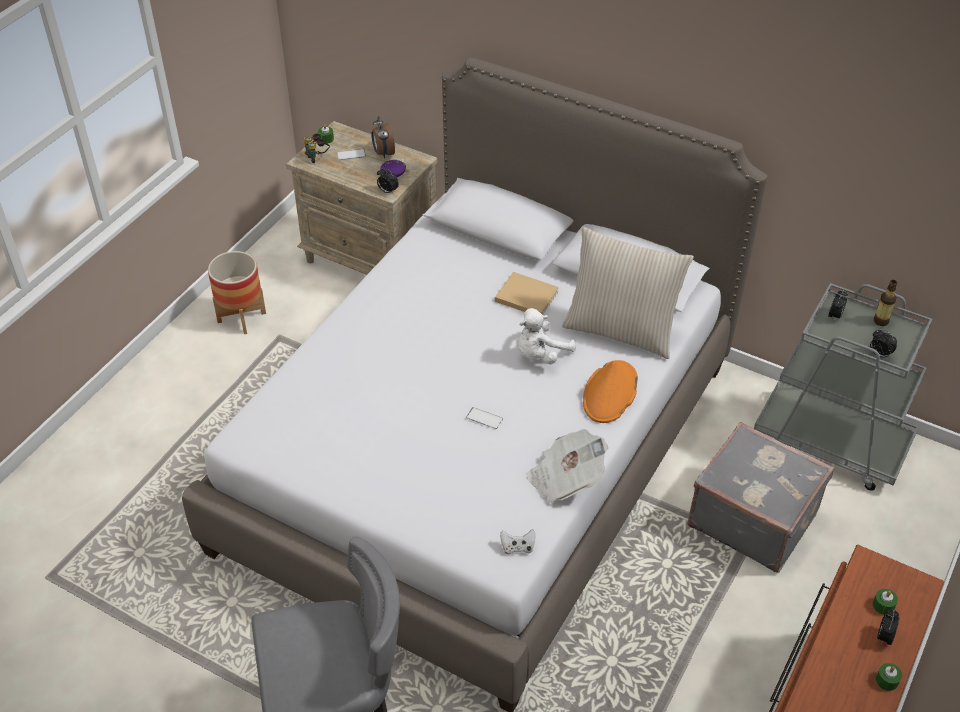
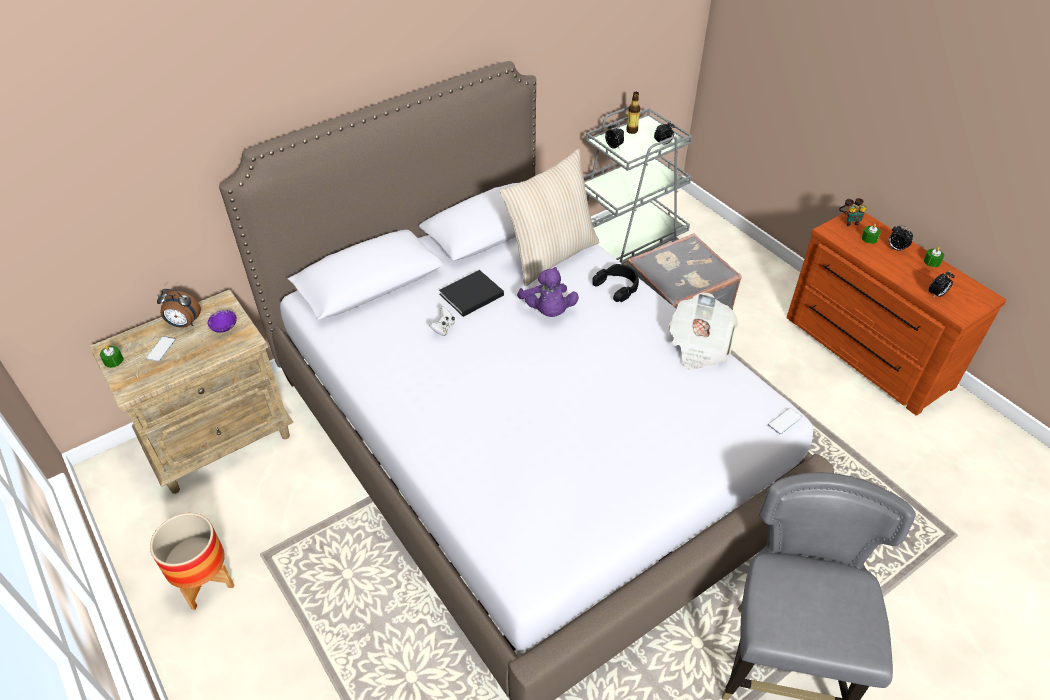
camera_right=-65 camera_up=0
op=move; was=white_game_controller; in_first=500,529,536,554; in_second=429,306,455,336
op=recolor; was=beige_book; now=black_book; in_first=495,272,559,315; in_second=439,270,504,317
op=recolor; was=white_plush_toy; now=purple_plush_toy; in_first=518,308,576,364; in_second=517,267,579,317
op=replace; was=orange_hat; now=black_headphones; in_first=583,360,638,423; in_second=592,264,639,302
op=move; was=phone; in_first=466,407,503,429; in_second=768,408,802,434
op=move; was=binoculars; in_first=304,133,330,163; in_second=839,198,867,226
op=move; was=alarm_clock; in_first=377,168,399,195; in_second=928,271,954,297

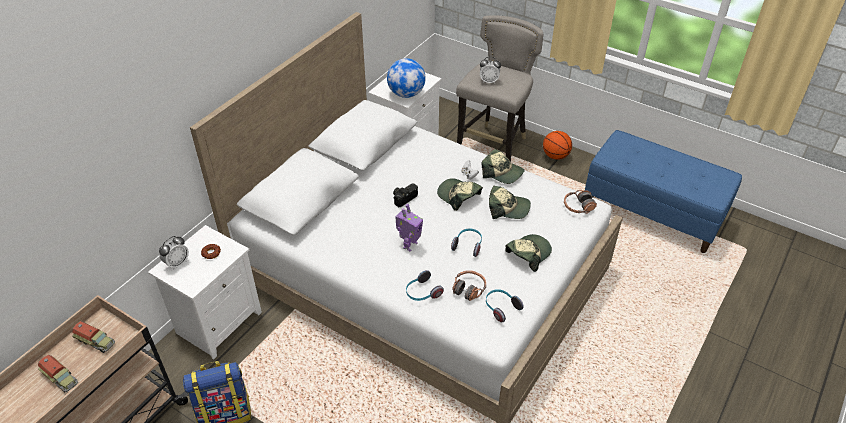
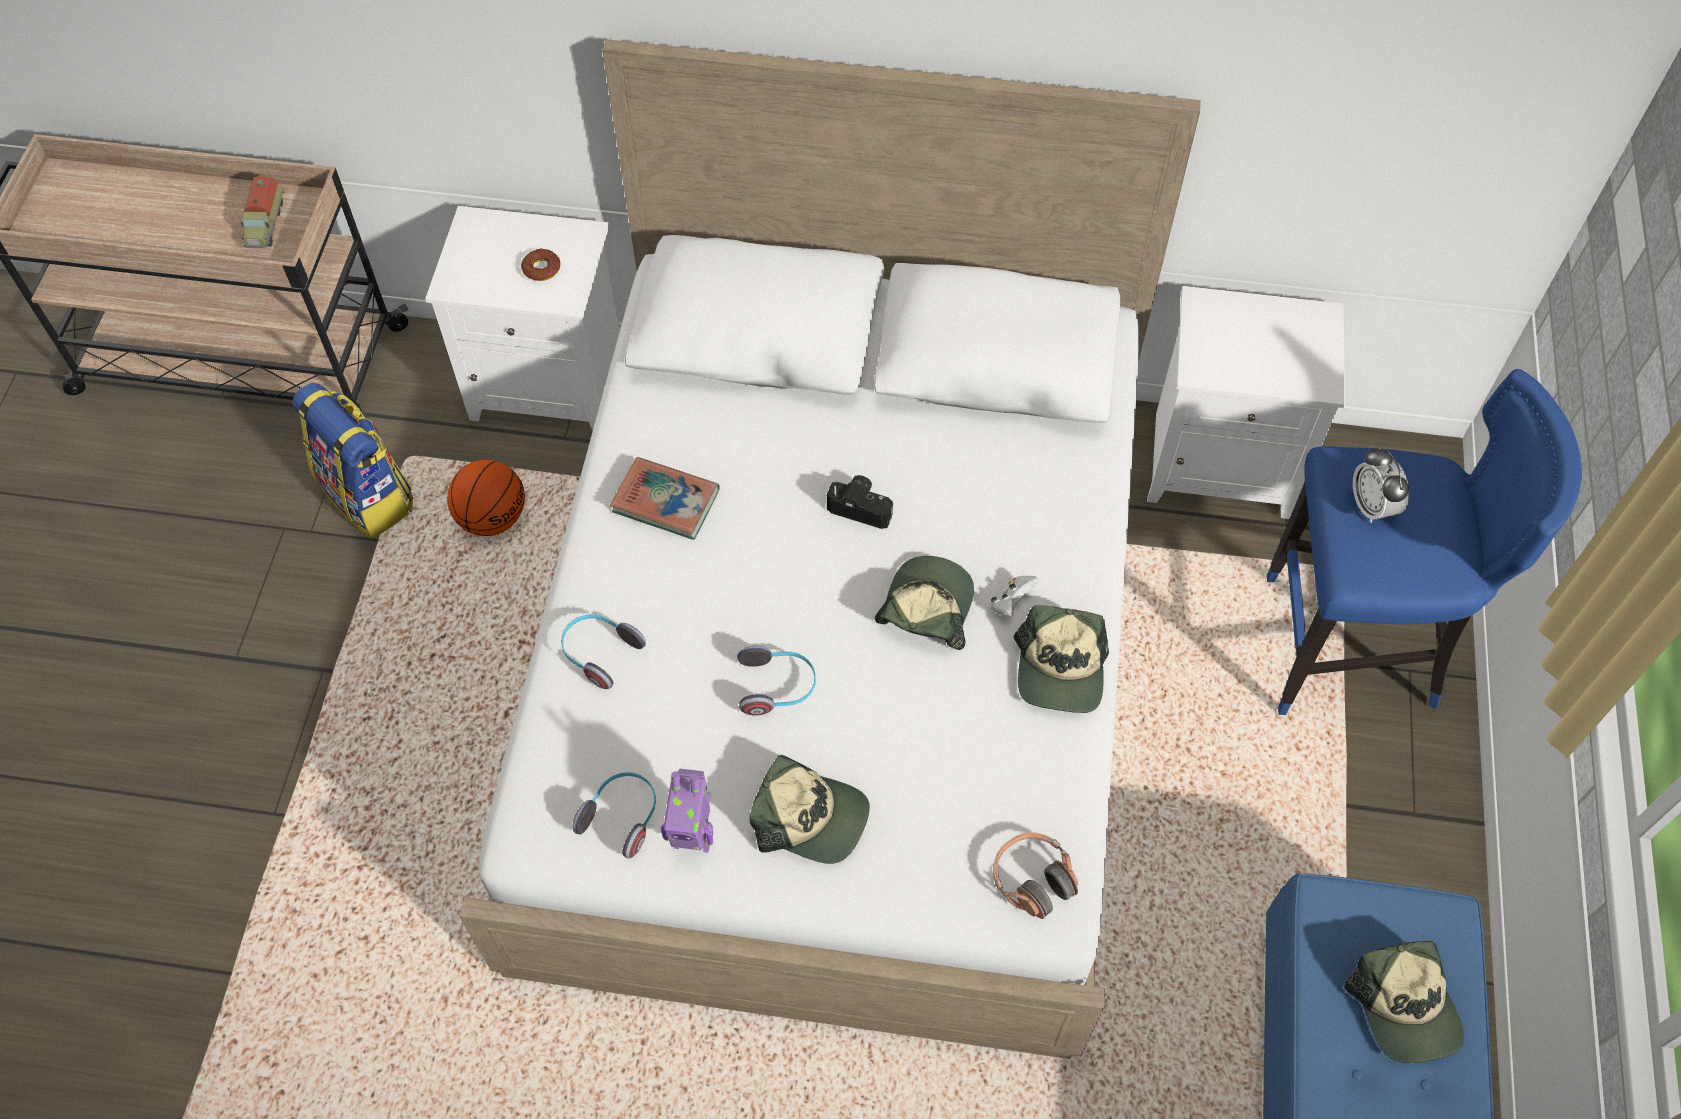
camera_right=65 camera_up=15
op=move; was=basketball; in_first=543,131,572,160; in_second=447,460,525,536
op=insert; now=book; in_second=610,457,720,540
op=move; was=toy_robot; in_first=396,204,423,251; in_second=661,769,713,853
op=recolor; was=grey_stool; now=blue_stool; in_first=456,15,543,162; in_second=1267,369,1582,715
op=move; was=cap; in_first=489,186,531,219; in_second=1344,941,1464,1063
op=delete; was=toy_truck; in_first=38,355,78,393
op=delete; was=alarm_clock; in_first=159,236,189,270
op=delete; was=globe; in_first=387,58,426,98
op=delete; was=headphones; in_first=452,270,486,301

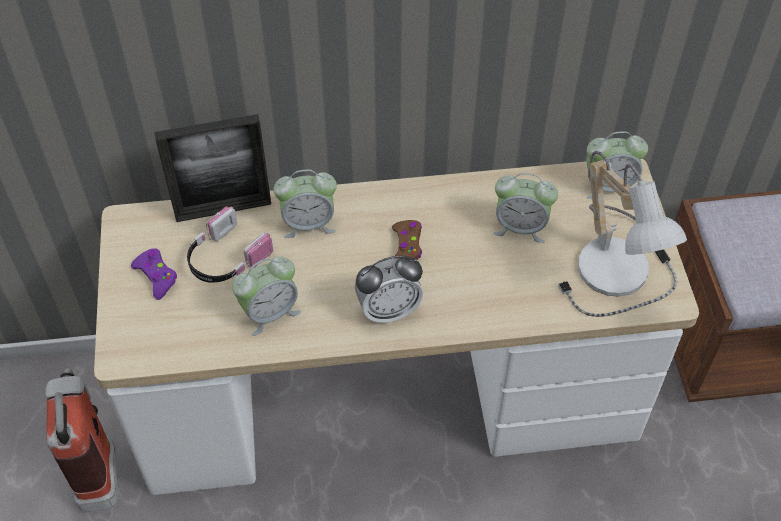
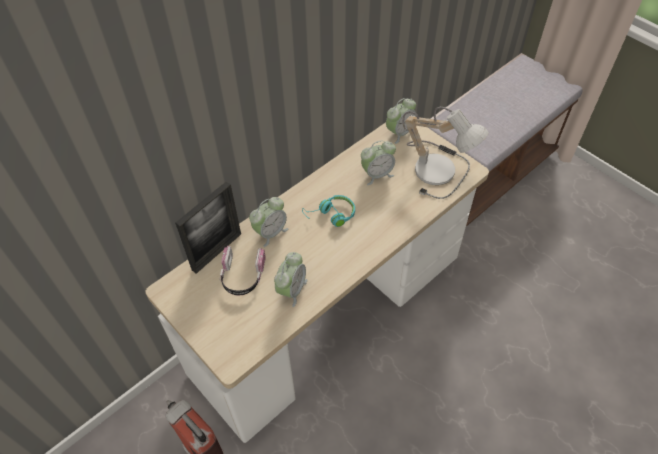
camera_right=-35 camera_up=0
op=replace; was=brown_game_controller; now=turquoise_headphones; in_first=392,220,422,260; in_second=302,195,355,227
op=delete; was=purple_game_controller; in_first=131,248,177,300
op=delete; was=alarm_clock; in_first=355,256,423,324

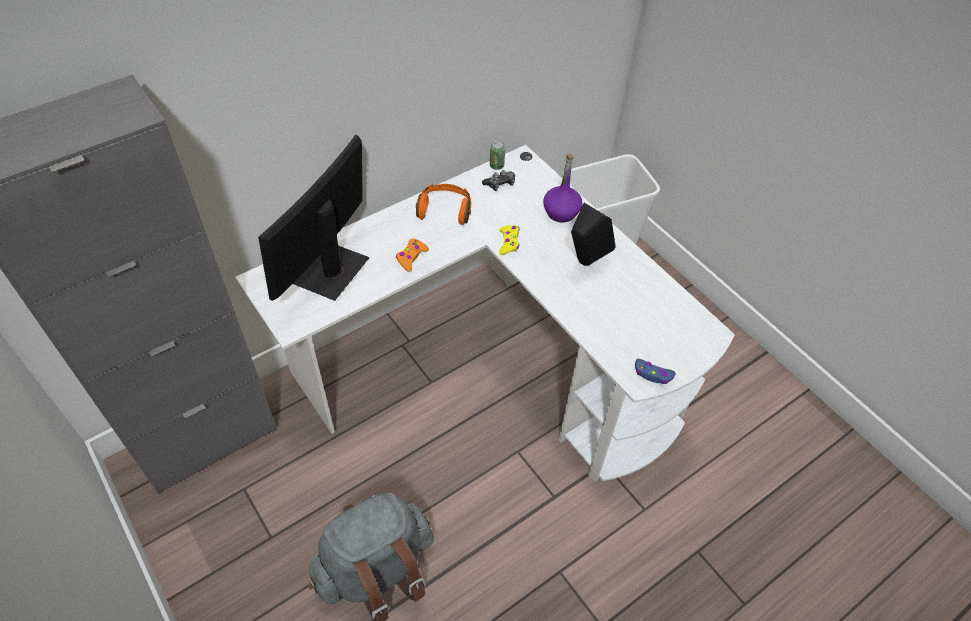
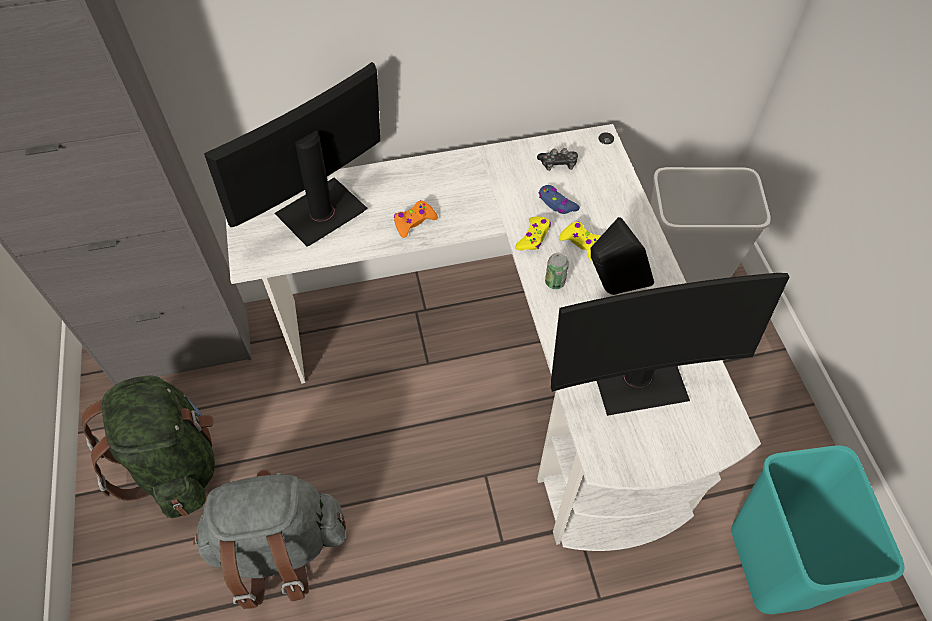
camera_right=25 camera_up=5
op=insert; now=green_backpack; in_second=82,375,215,518
op=move; was=blue_game_controller; in_first=635,359,676,384; in_second=538,185,580,214
op=move; was=can; in_first=490,141,505,170; in_second=545,253,569,289
op=insert; now=monitor; in_second=551,273,790,416
op=insert; now=yellow_game_controller; in_second=559,221,601,261
op=insert; now=turquoise_trash_can; in_second=731,445,905,614
op=delete; was=orange_headphones; in_first=416,184,471,225
op=delete; was=purple_bottle; in_first=543,153,582,222

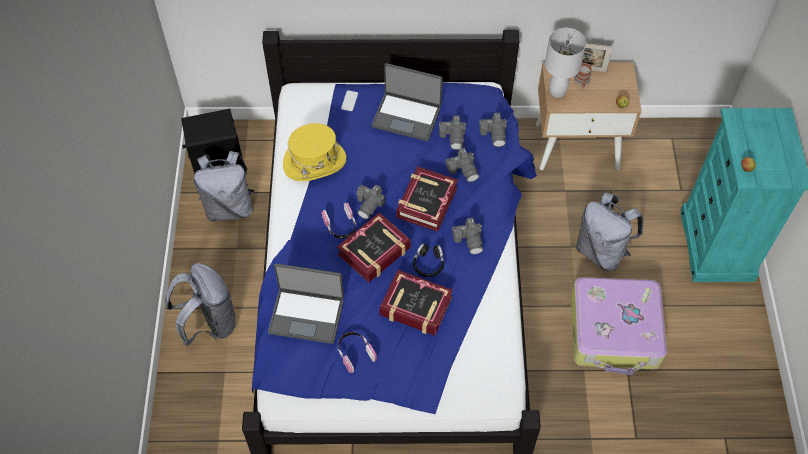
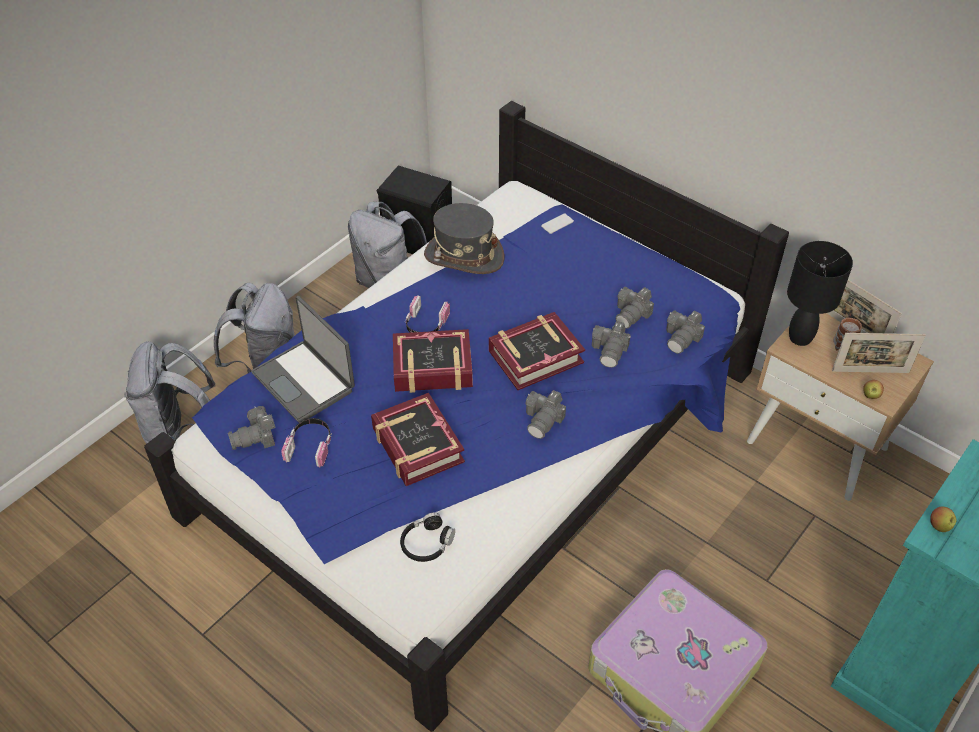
camera_right=40 camera_up=-10
op=move; was=grey_backpack; in_first=576,193,644,272; in_second=124,341,216,444
op=move; was=photo_camera; in_first=356,184,385,219; in_second=228,406,275,450
op=move; was=black_headphones; in_first=413,243,444,277; in_second=400,512,455,562
op=recolor; was=yellow_hat; now=grey_hat; in_first=283,123,346,181; in_second=424,203,505,274
op=recolor; was=white_table_lamp; now=black_table_lamp; in_first=545,28,586,98; in_second=787,241,853,346
op=insert; now=picture_frame; in_second=832,333,926,373
op=delete; was=laptop; in_first=372,63,443,141

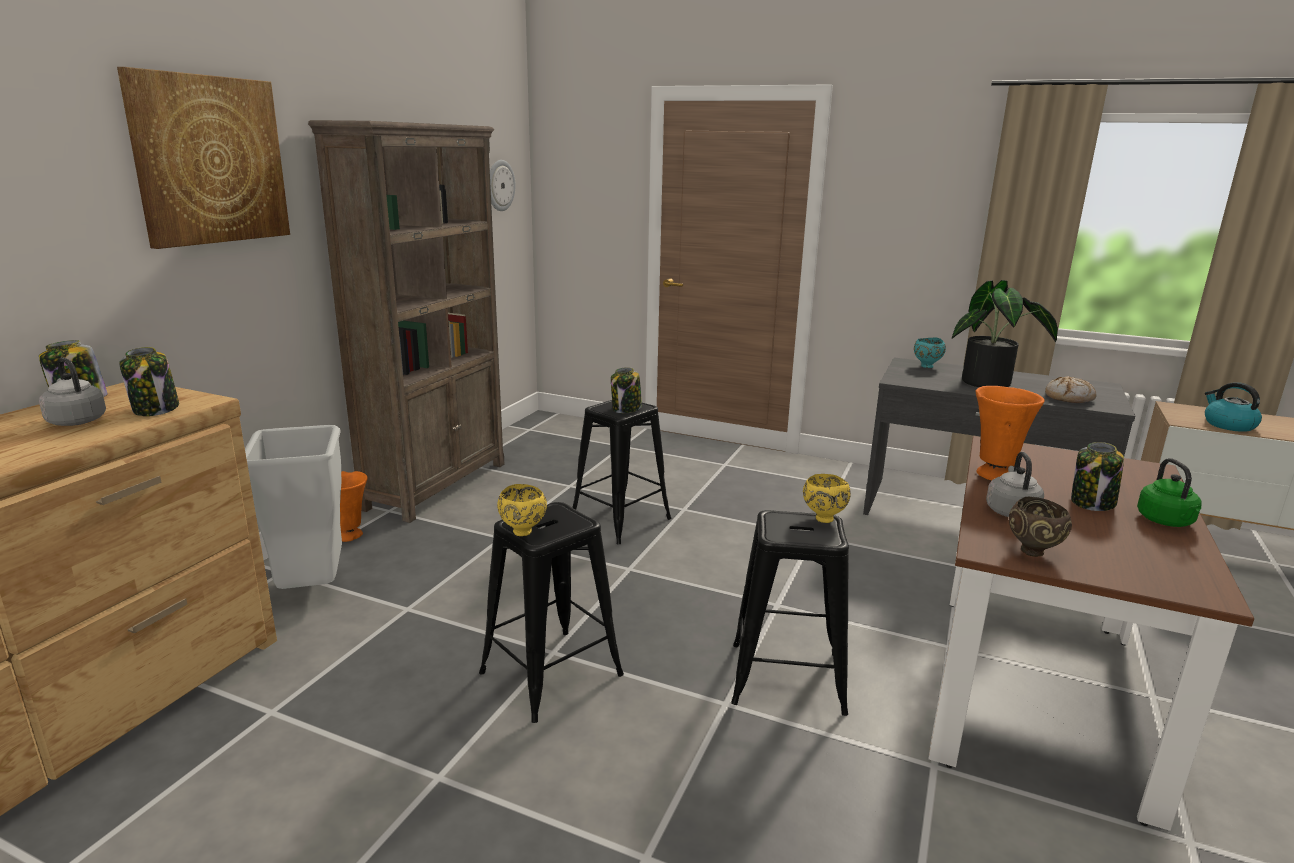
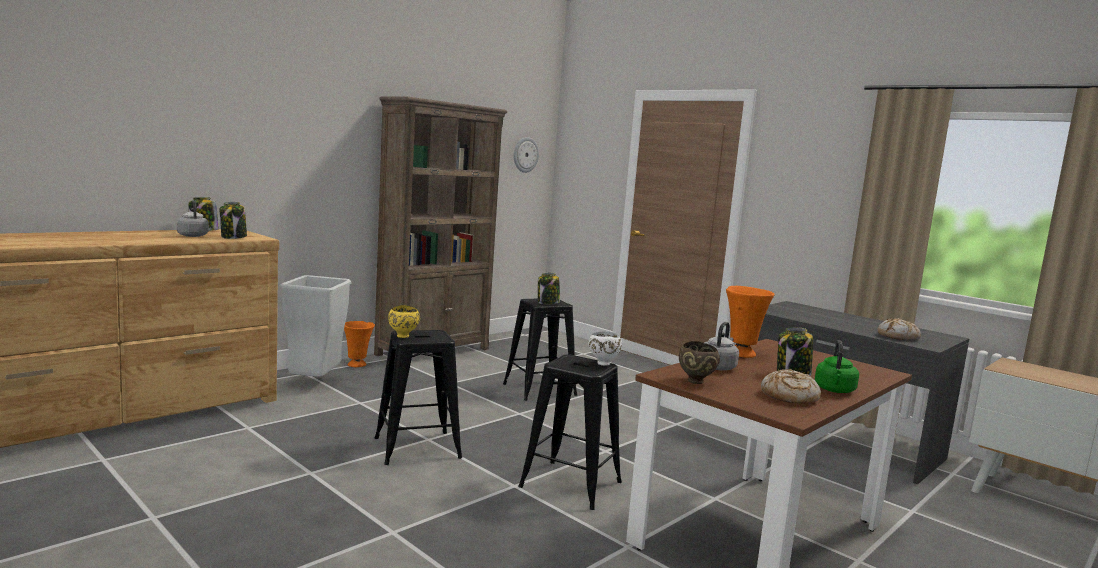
camera_right=20 camera_up=-10
op=recolor; was=yellow_bowl; now=white_bowl; in_first=803,474,851,523; in_second=588,332,622,366
op=insert; now=bread; in_second=761,369,821,403
op=delete; was=picture; in_first=117,67,290,249
op=delete; was=turquoise_bowl; in_first=914,338,946,368
op=delete; was=potted_plant; in_first=952,280,1058,387
op=delete; was=kettle; in_first=1205,382,1262,432

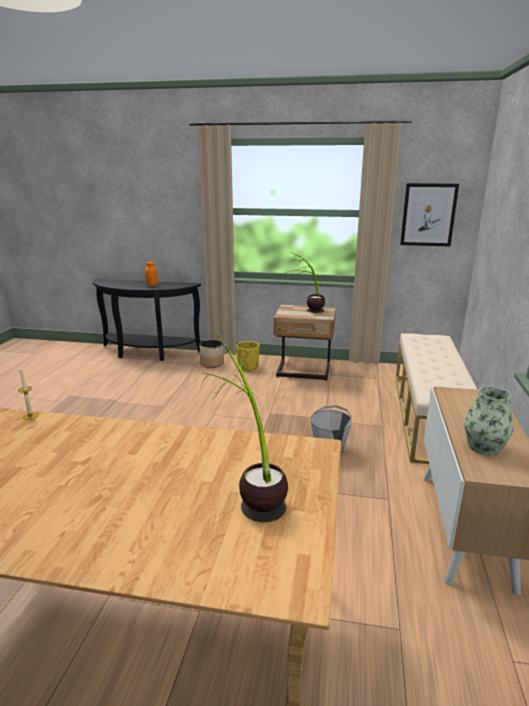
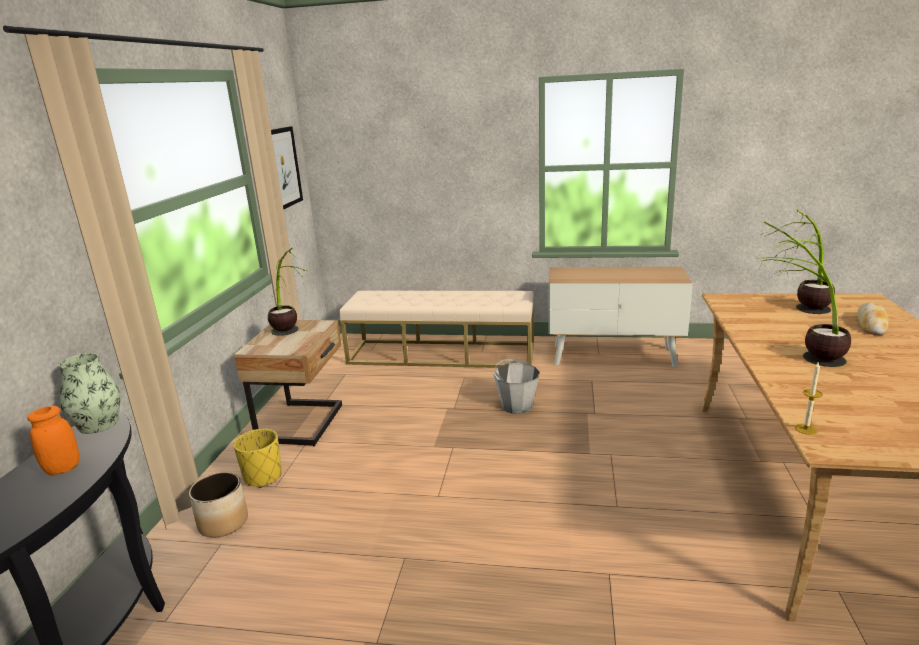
camera_right=-90 camera_up=0
op=move; was=vase; in_first=464,387,514,456; in_second=59,353,121,434
op=insert; now=potted_plant; in_second=759,222,851,367
op=insert; now=bread; in_second=857,303,888,335

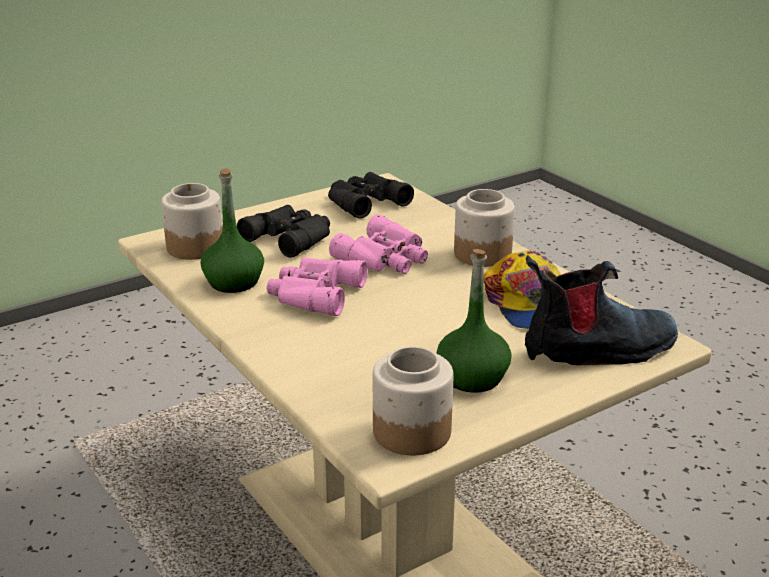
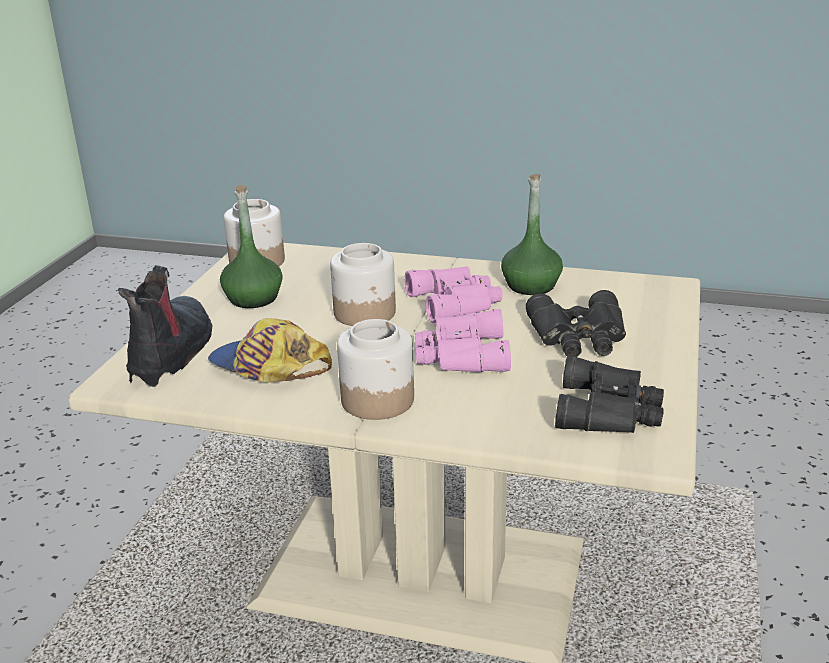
camera_right=140 camera_up=0
op=rotate; was=boot; in_first=525,255,678,365; in_second=118,265,213,387; clockwise=150
op=move; was=jar; in_first=161,183,223,260; in_second=330,243,396,326

